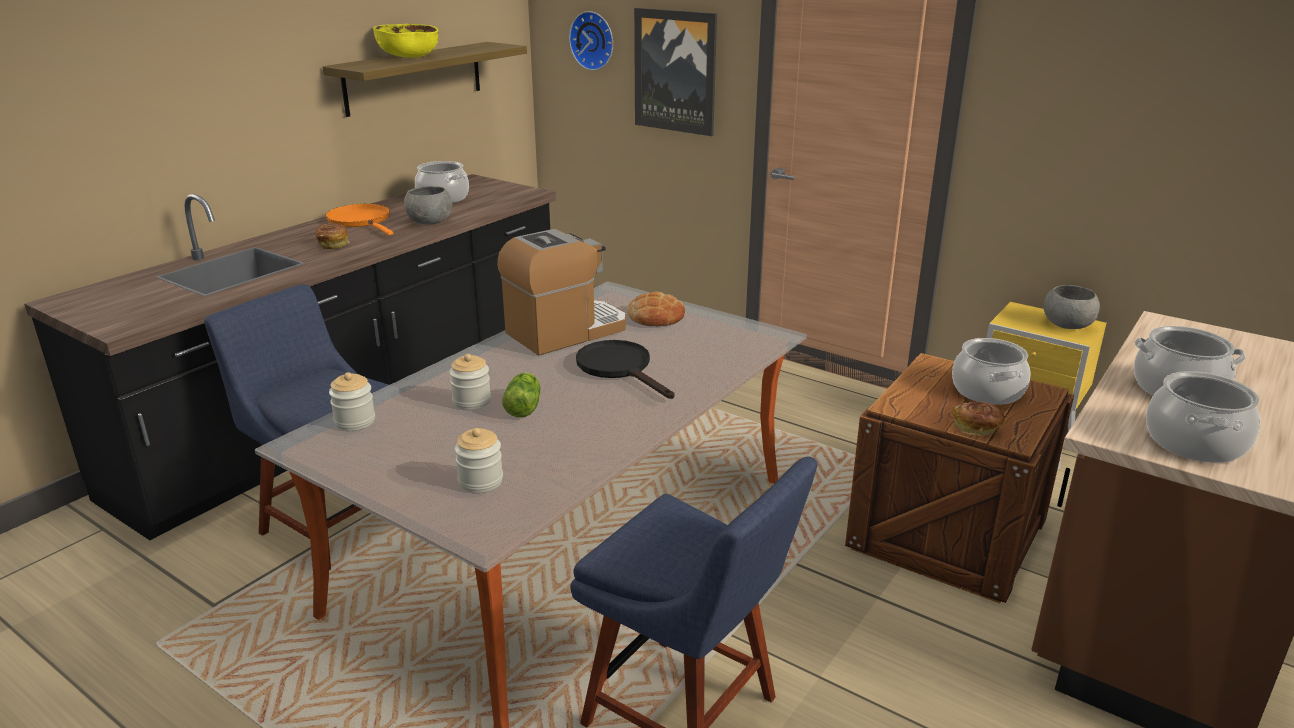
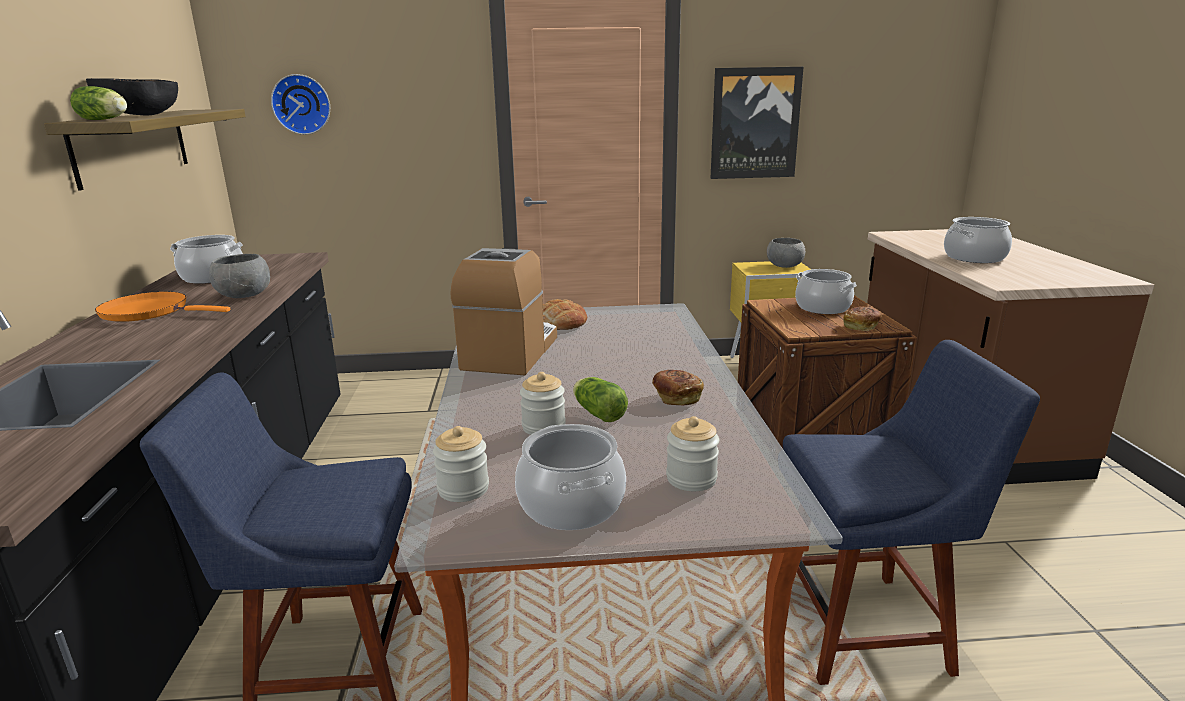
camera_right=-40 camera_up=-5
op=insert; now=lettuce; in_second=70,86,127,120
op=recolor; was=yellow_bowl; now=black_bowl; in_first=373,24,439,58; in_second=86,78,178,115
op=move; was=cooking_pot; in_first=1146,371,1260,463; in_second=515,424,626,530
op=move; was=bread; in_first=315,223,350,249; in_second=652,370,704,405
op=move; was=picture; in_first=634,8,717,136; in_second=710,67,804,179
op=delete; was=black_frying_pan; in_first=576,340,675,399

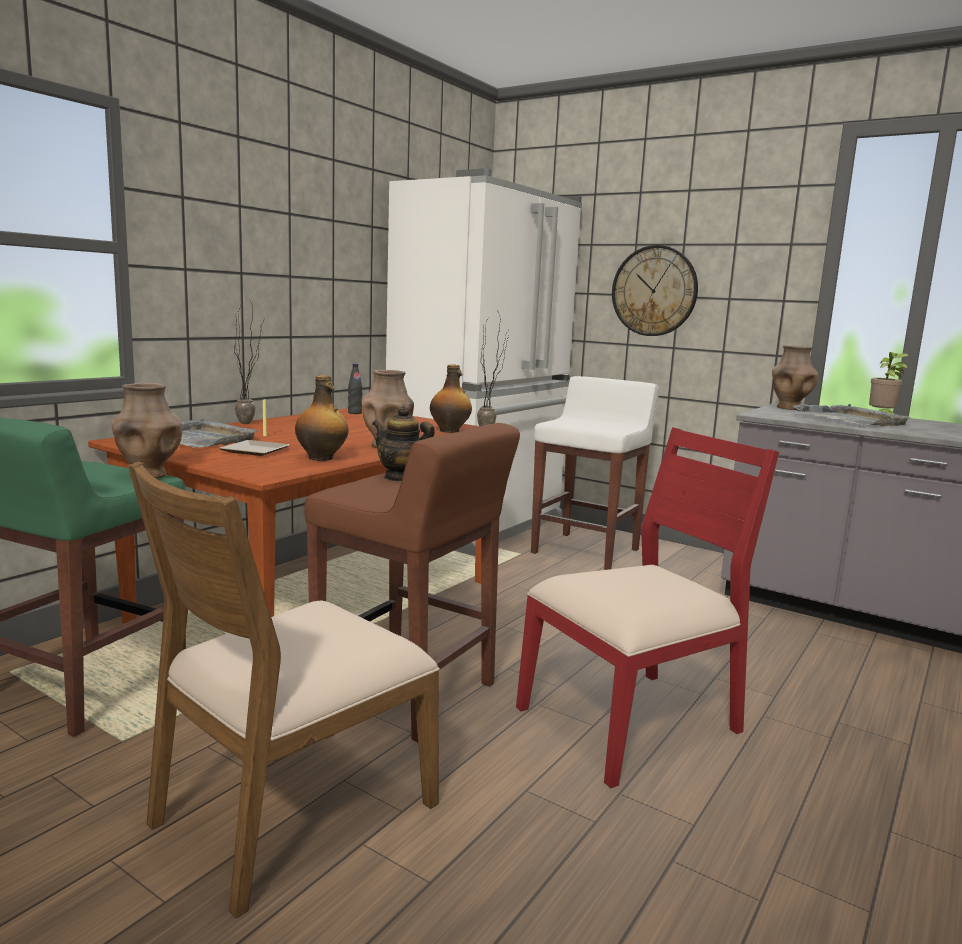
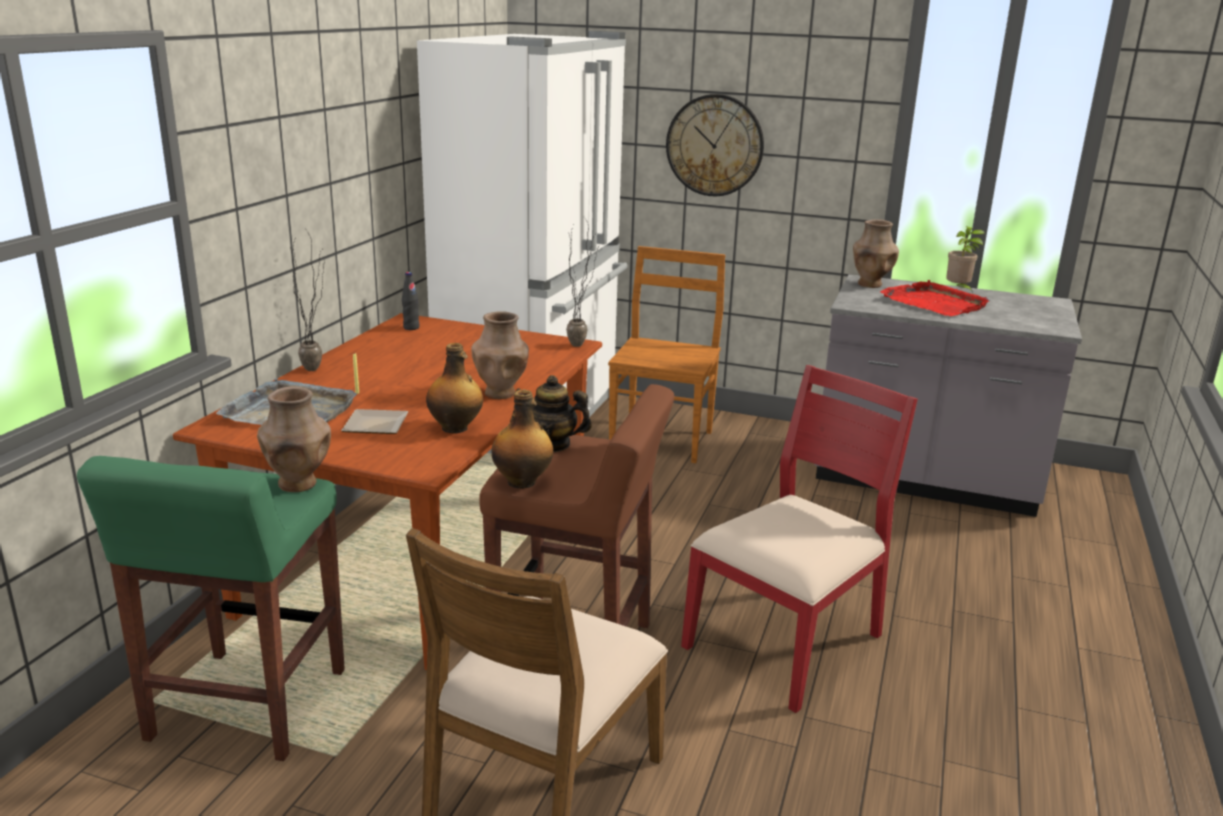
camera_right=-15 camera_up=10
op=move; was=bottle; in_first=430,364,472,433; in_second=491,390,553,488
op=replace; was=white_stool; now=brown_chair; in_first=531,376,659,570; in_second=608,246,725,463
op=recolor; was=grey_tray; now=red_tray; in_first=793,404,910,426; in_second=880,280,990,316

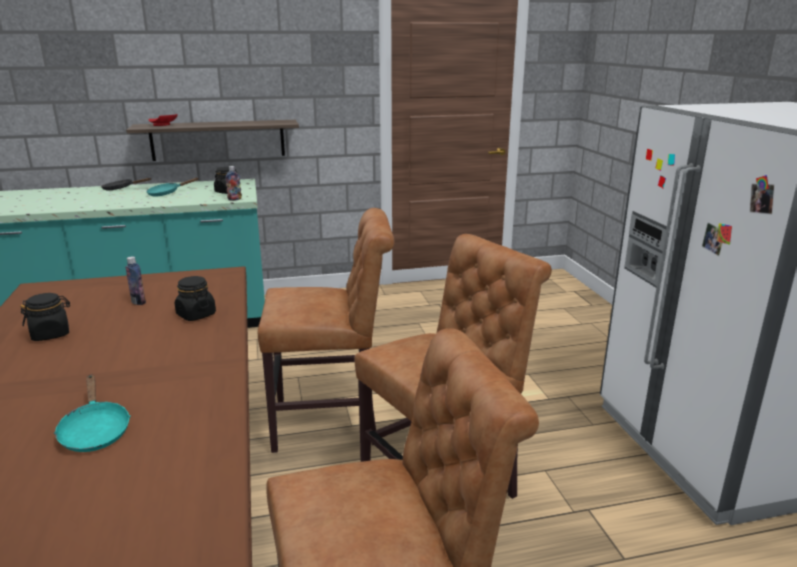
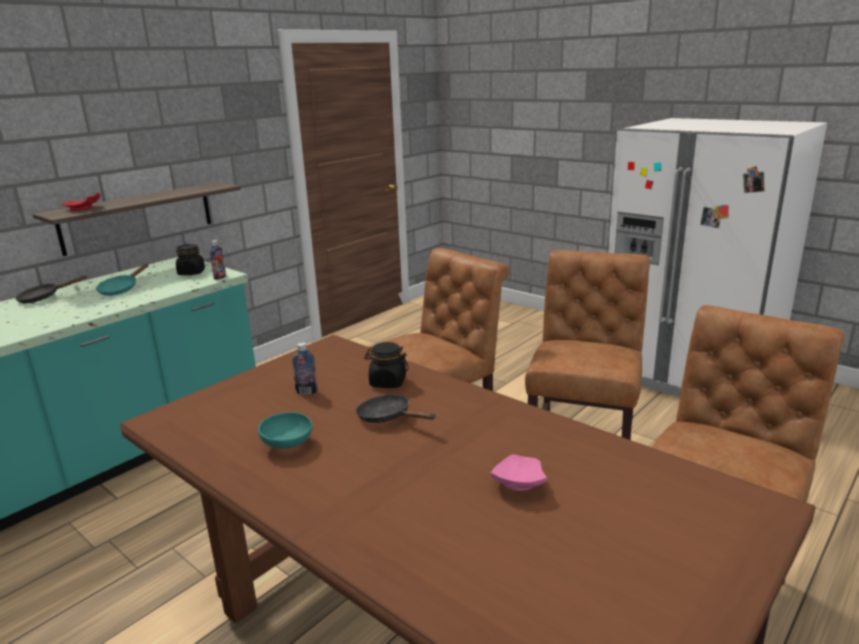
camera_right=-35 camera_up=0
op=replace; was=black_jar; now=turquoise_bowl; in_first=20,293,70,341; in_second=258,412,312,449
op=insert; now=black_frying_pan; in_second=356,395,436,423
op=replace; was=turquoise_frying_pan; now=pink_plate; in_first=54,374,130,452; in_second=490,455,547,491

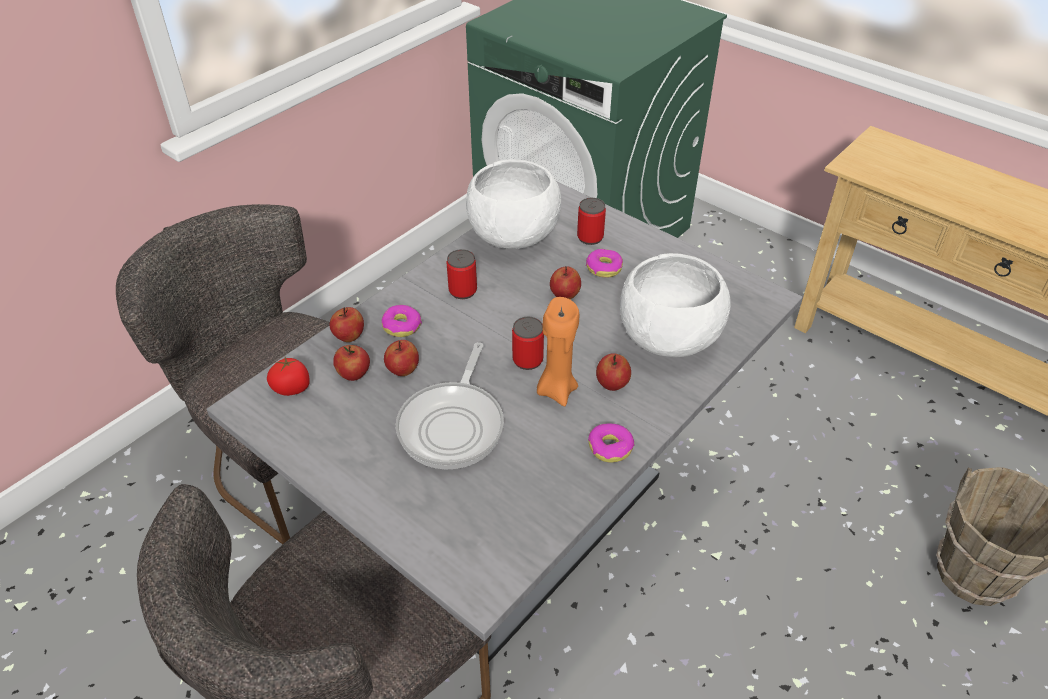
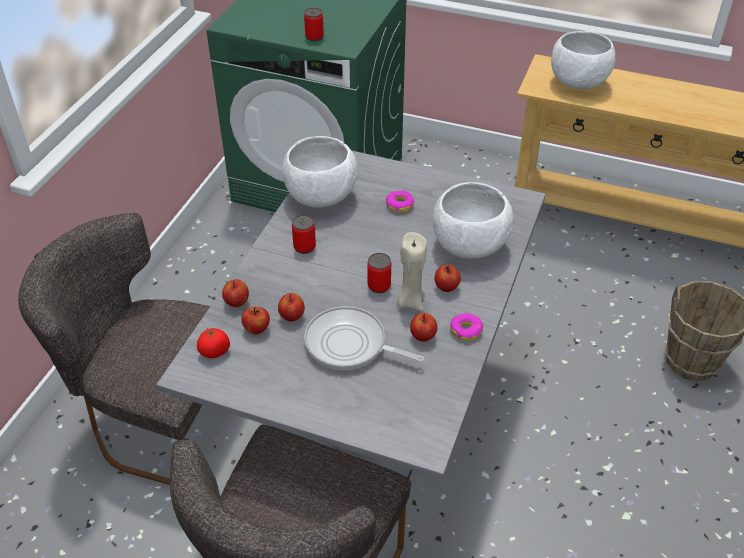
camera_right=-20 camera_up=0
op=move; was=can; in_first=577,198,606,245; in_second=304,8,324,41
op=rotate; was=frying_pan; in_first=396,342,504,469; in_second=304,306,424,371; clockwise=120
op=recolor; was=orange_candle; now=beige_candle; in_first=537,297,579,407; in_second=397,232,427,311
op=move; was=apple; in_first=550,266,581,299; in_second=410,312,437,342
op=insert; now=white_bowl; in_second=551,31,616,89
op=delete; was=donut; in_first=382,305,422,337

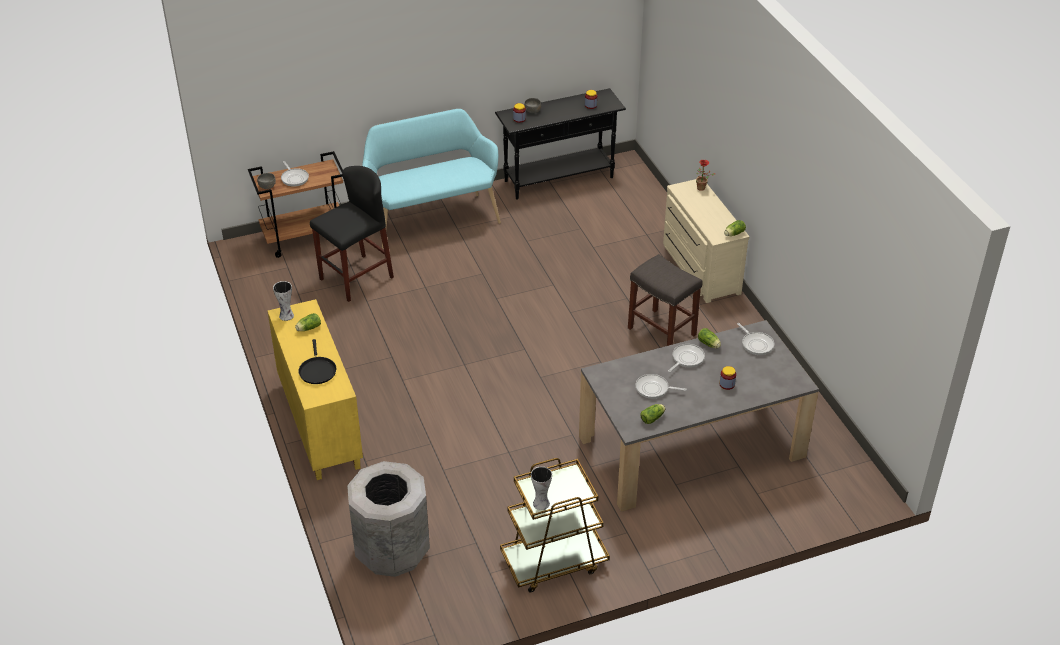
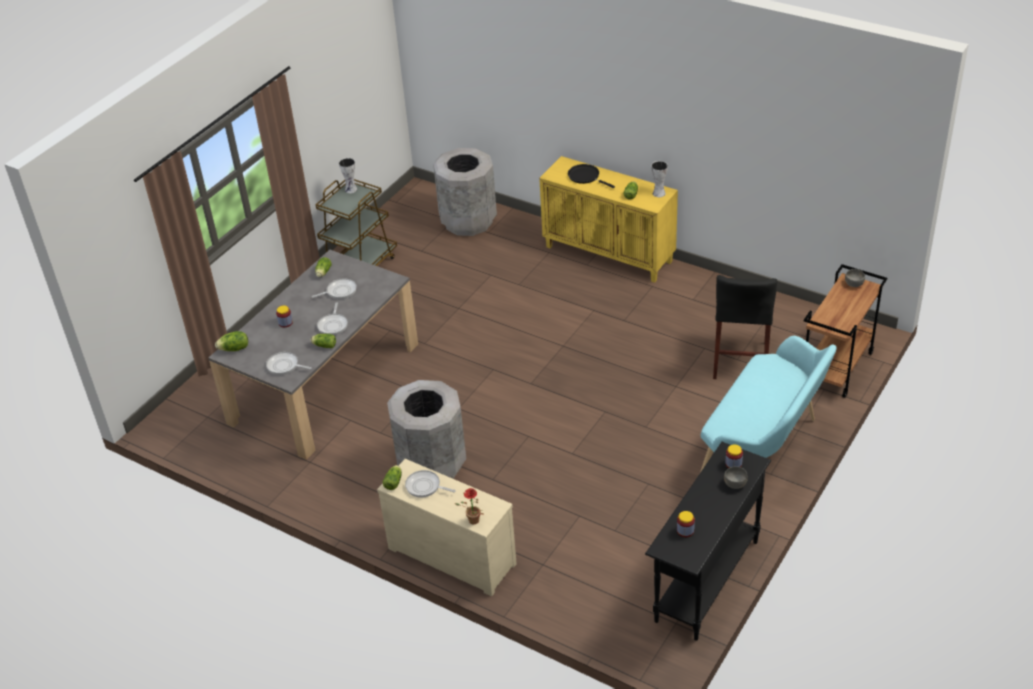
camera_right=145 camera_up=0
op=insert; now=lettuce; in_second=215,331,248,351
op=replace; was=grey_stool; now=grey_trash_can; in_first=628,254,703,346; in_second=387,380,466,479
op=move; was=frying_pan; in_first=281,161,309,187; in_second=405,470,456,498

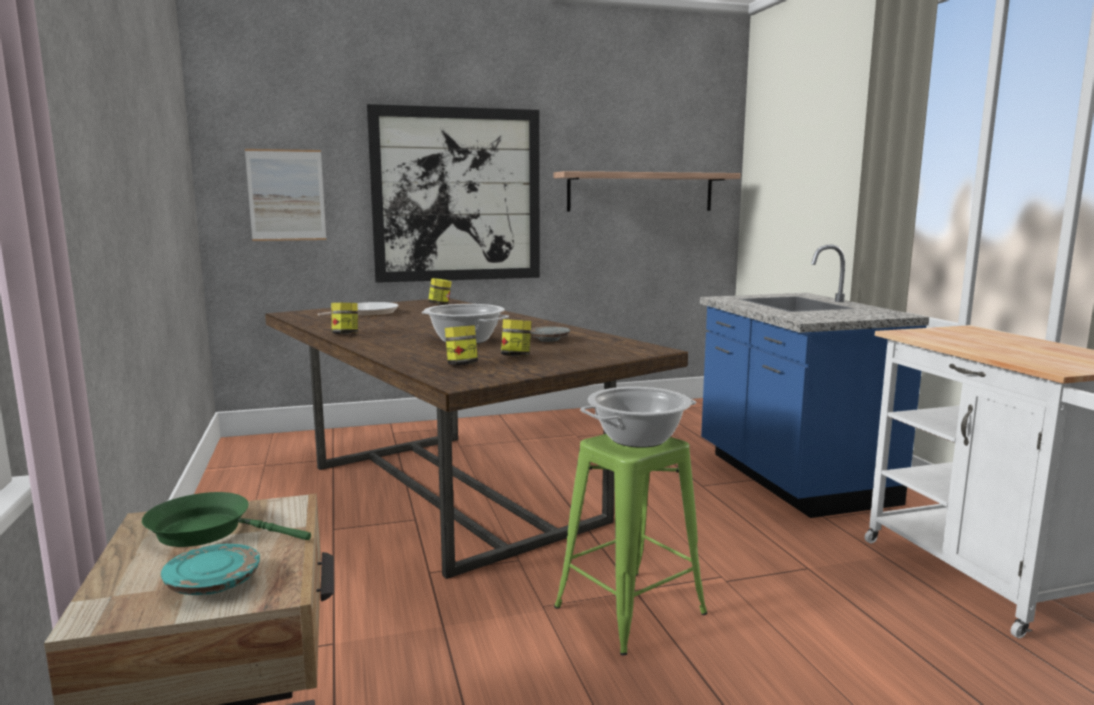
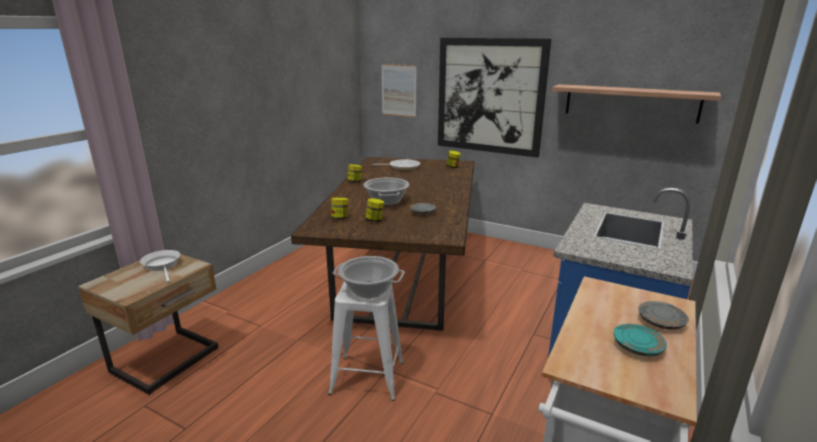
camera_right=45 camera_up=10
op=recolor; was=green_frying_pan; now=white_frying_pan; in_first=142,492,311,547; in_second=140,250,180,283
op=recolor; was=green_stool; now=white_stool; in_first=554,434,708,655; in_second=328,282,404,401
op=move; was=turquoise_plate; in_first=161,544,260,595; in_second=614,324,667,356
op=insert; now=grey_plate; in_second=639,301,689,330

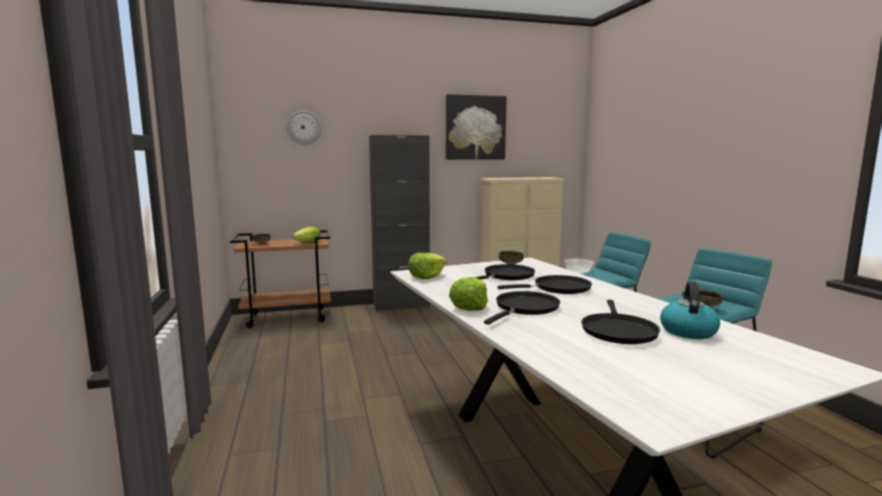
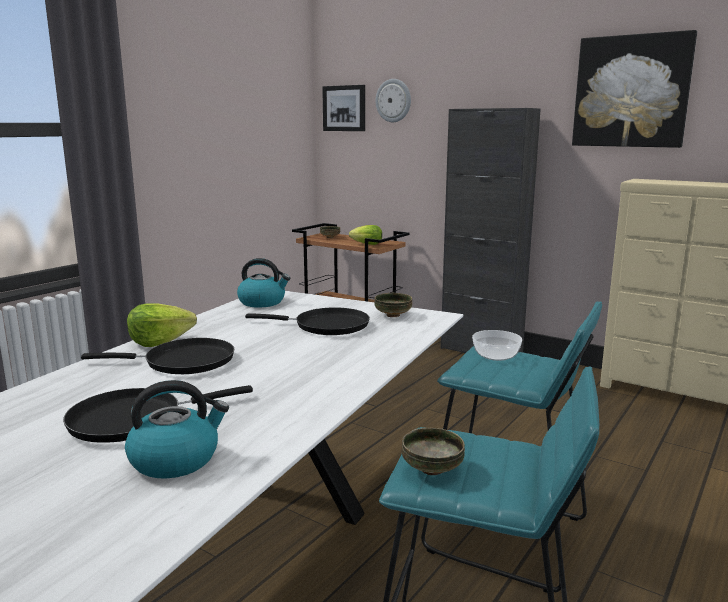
camera_right=50 camera_up=5
op=replace; was=lettuce; now=kettle; in_first=408,253,447,279; in_second=237,258,290,308
op=insert; now=picture; in_second=322,85,365,131
op=delete; was=black_frying_pan; in_first=497,275,592,294

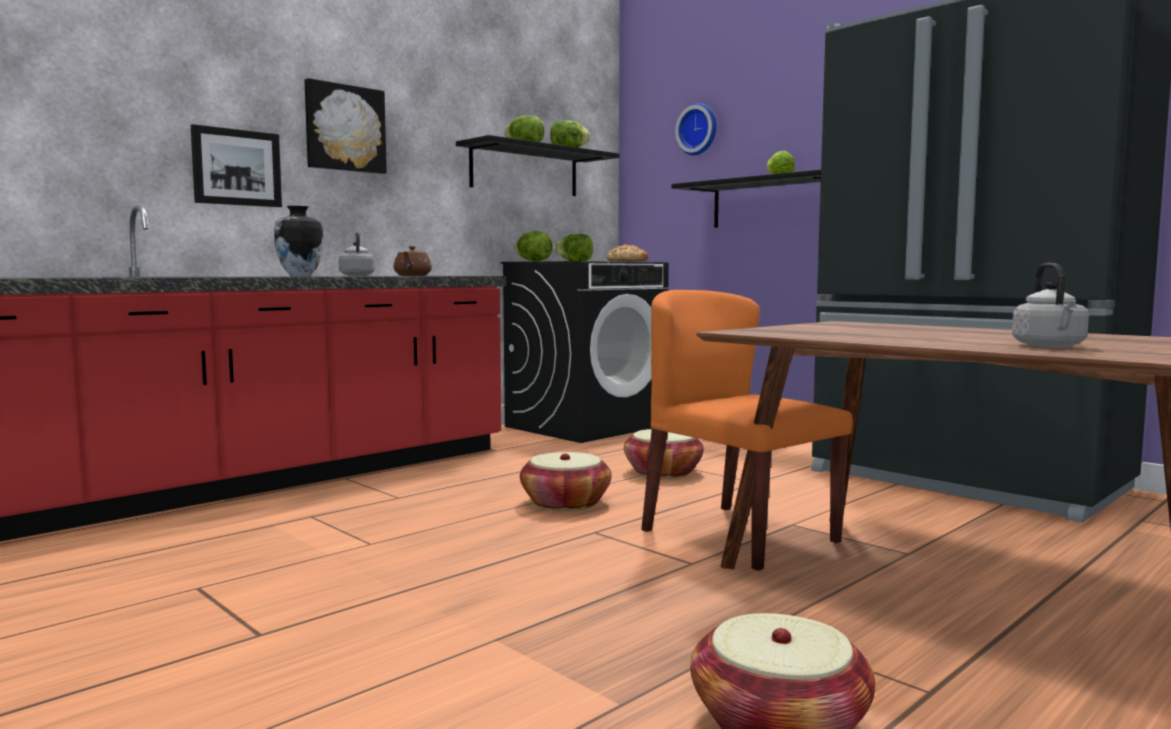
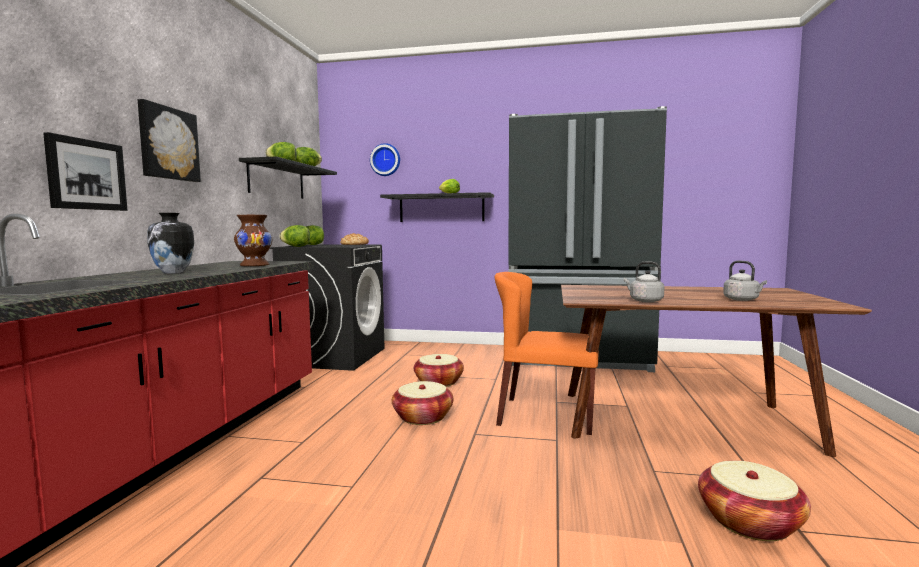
camera_right=-35 camera_up=0
op=replace; was=brown_teapot; now=brown_vase; in_first=393,246,432,276; in_second=234,215,272,266
op=move; was=grey_kettle; in_first=338,232,375,276; in_second=624,262,664,302

